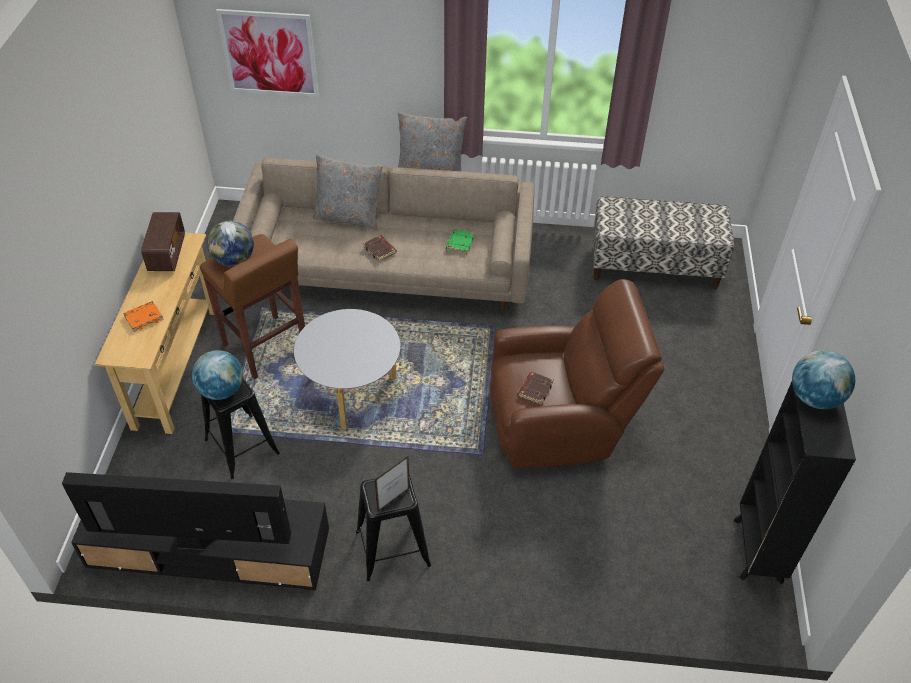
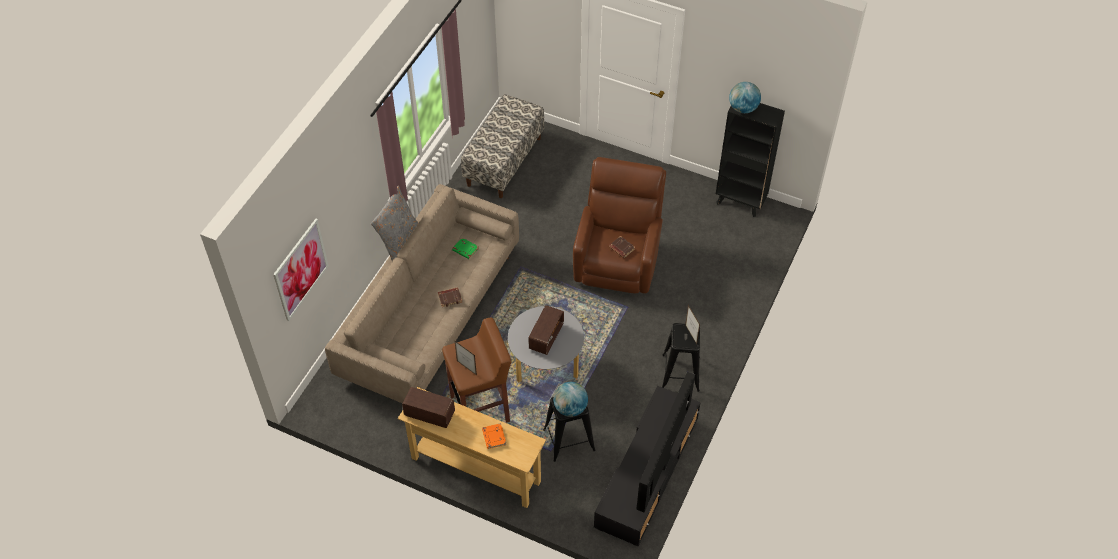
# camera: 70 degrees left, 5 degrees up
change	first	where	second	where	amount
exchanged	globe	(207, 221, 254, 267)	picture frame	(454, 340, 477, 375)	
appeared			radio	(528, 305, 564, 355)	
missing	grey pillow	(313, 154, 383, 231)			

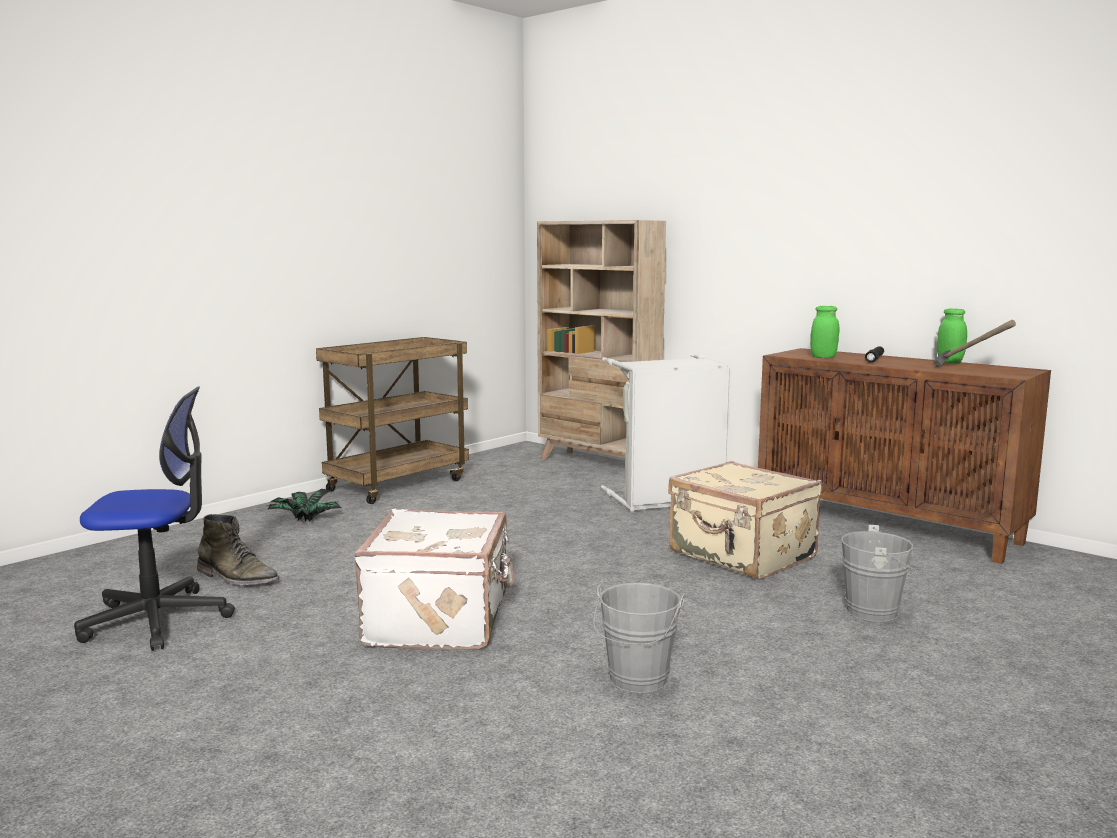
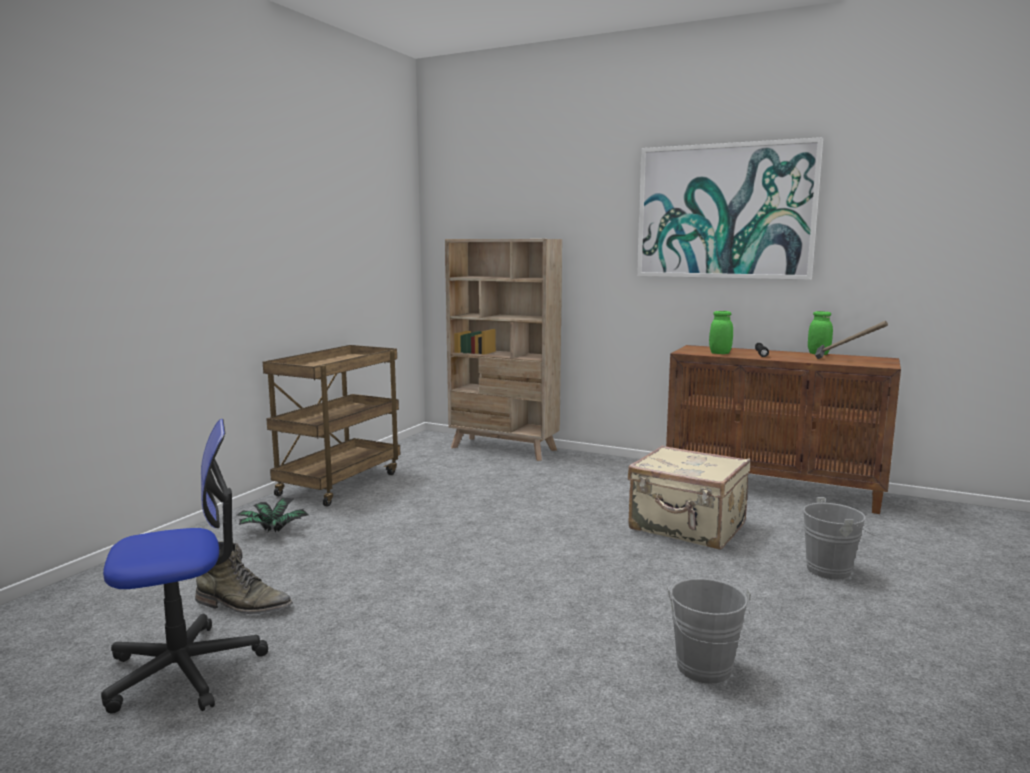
# camera: 15 degrees left, 0 degrees up
change	first	where	second	where	amount
appeared			picture	(637, 137, 823, 280)	
missing	white suitcase	(354, 509, 515, 650)			
missing	grey laundry basket	(601, 354, 732, 511)			

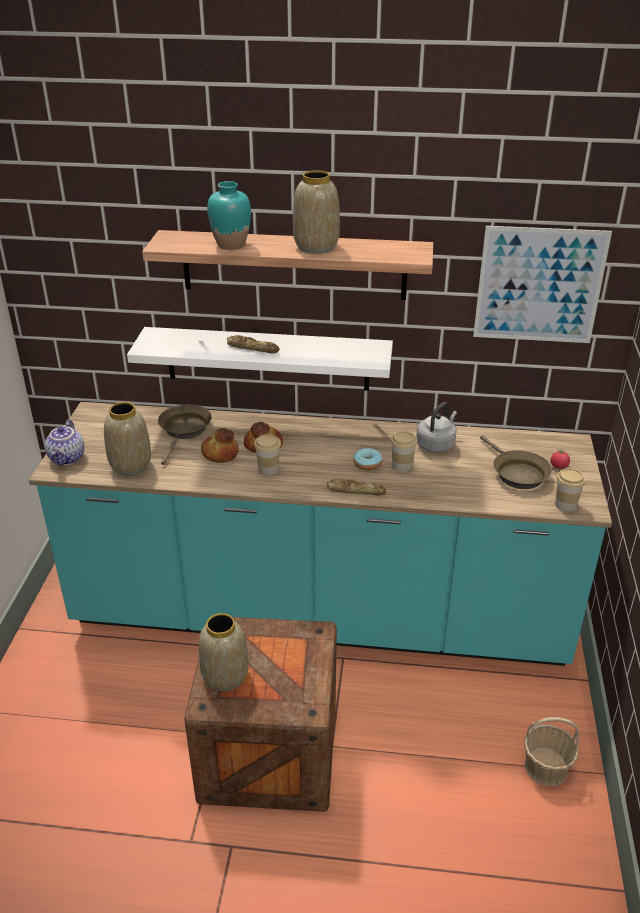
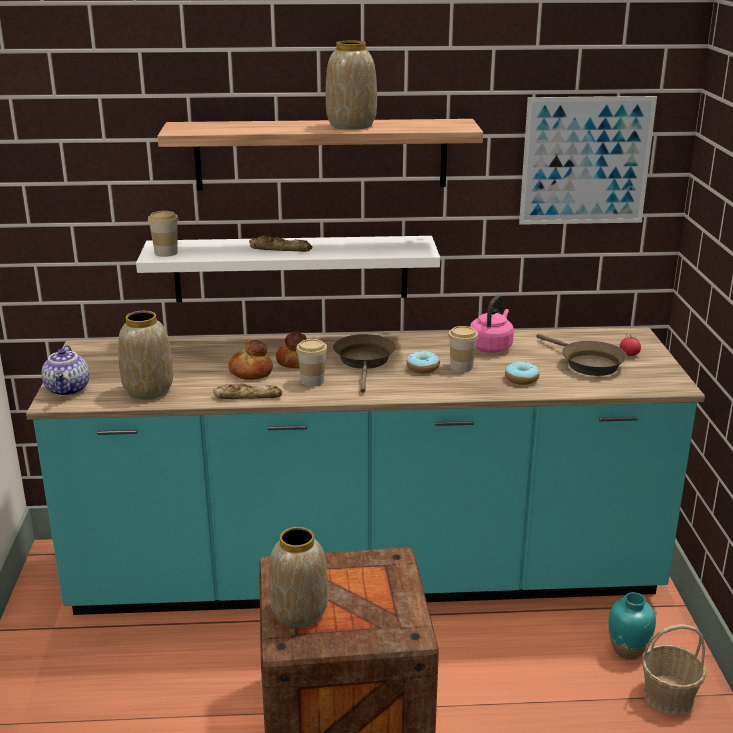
# camera: 10 degrees left, 10 degrees down
change	first	where	second	where	amount
relocated	cup	(555, 468, 586, 512)		(148, 211, 179, 257)	
relocated	bread	(327, 479, 386, 495)		(213, 384, 283, 399)	
relocated	brown frying pan	(158, 405, 212, 465)		(333, 334, 396, 393)	
colour	grey kettle	(416, 402, 457, 453)	pink kettle	(470, 295, 514, 353)	
appeared			donut	(505, 361, 540, 385)	
relocated	turquoise vase	(207, 181, 251, 250)		(608, 592, 656, 660)	

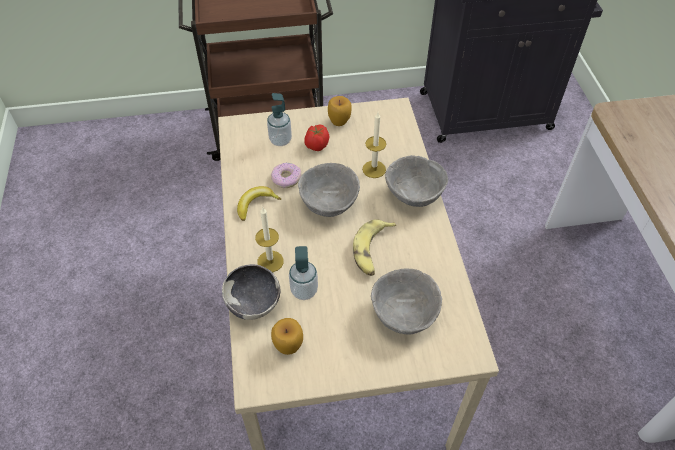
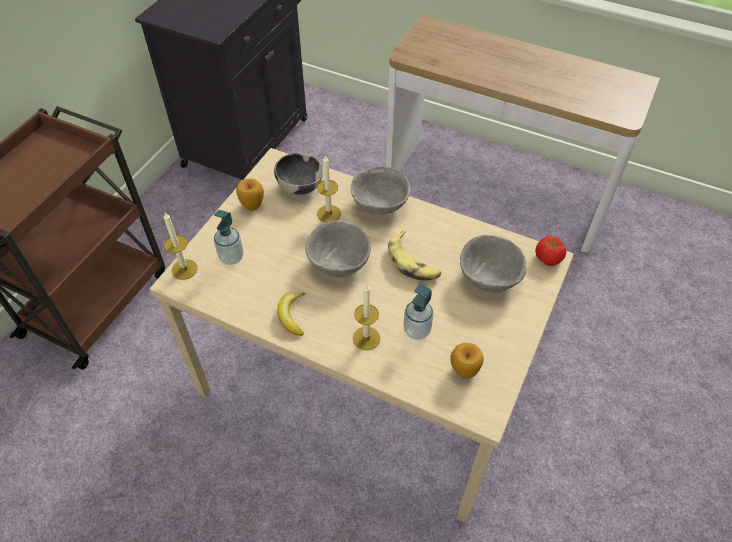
# camera: 55 degrees left, 0 degrees up
change	first	where	second	where	amount
appeared			candle	(164, 213, 198, 280)	
relocated	bowl	(222, 264, 280, 320)		(274, 153, 324, 195)	
relocated	tomato	(304, 125, 329, 151)		(535, 236, 567, 266)	
missing	donut	(271, 162, 301, 188)			

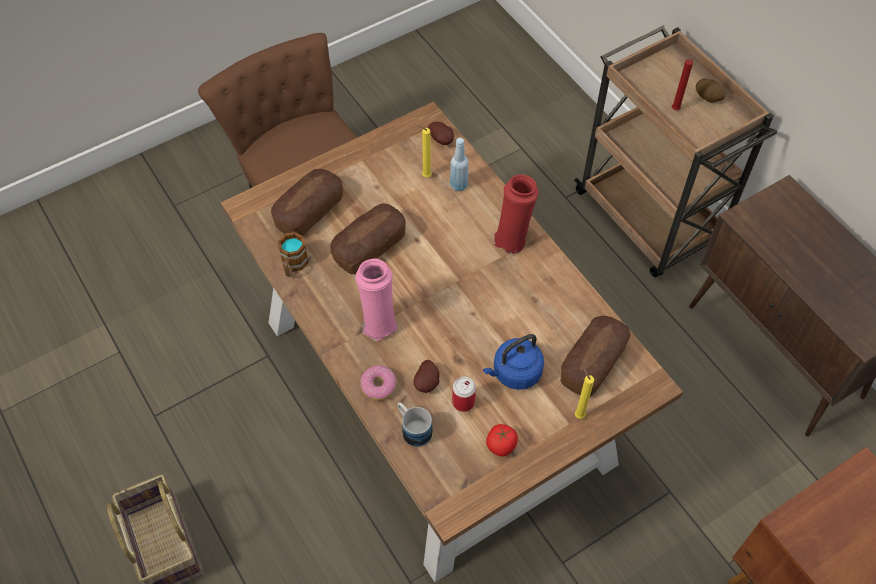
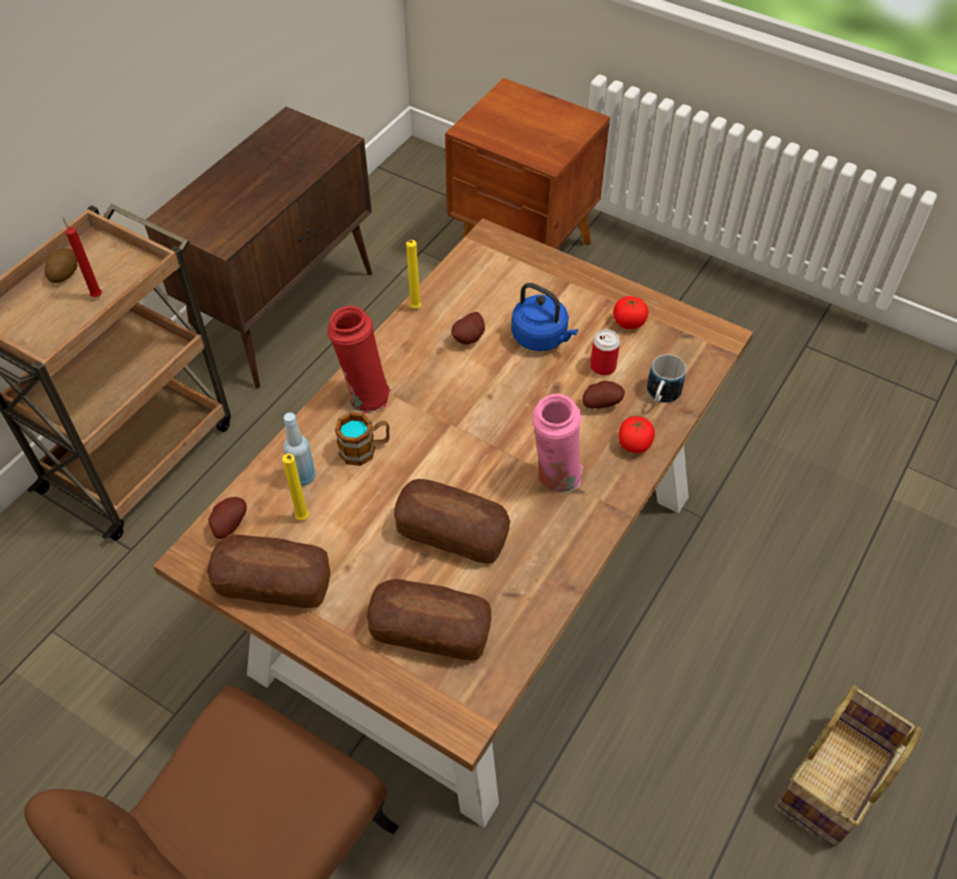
# camera: 115 degrees left, 5 degrees down
change	first	where	second	where	amount
relocated	bread	(560, 316, 631, 397)		(207, 535, 330, 608)	
relocated	mug	(278, 232, 308, 277)		(335, 412, 389, 466)	
relocated	yellow candle	(575, 369, 594, 419)		(406, 240, 421, 309)	
appeared			potato	(451, 312, 485, 345)	
exchanged	donut	(360, 365, 397, 401)	tomato	(618, 417, 655, 453)	

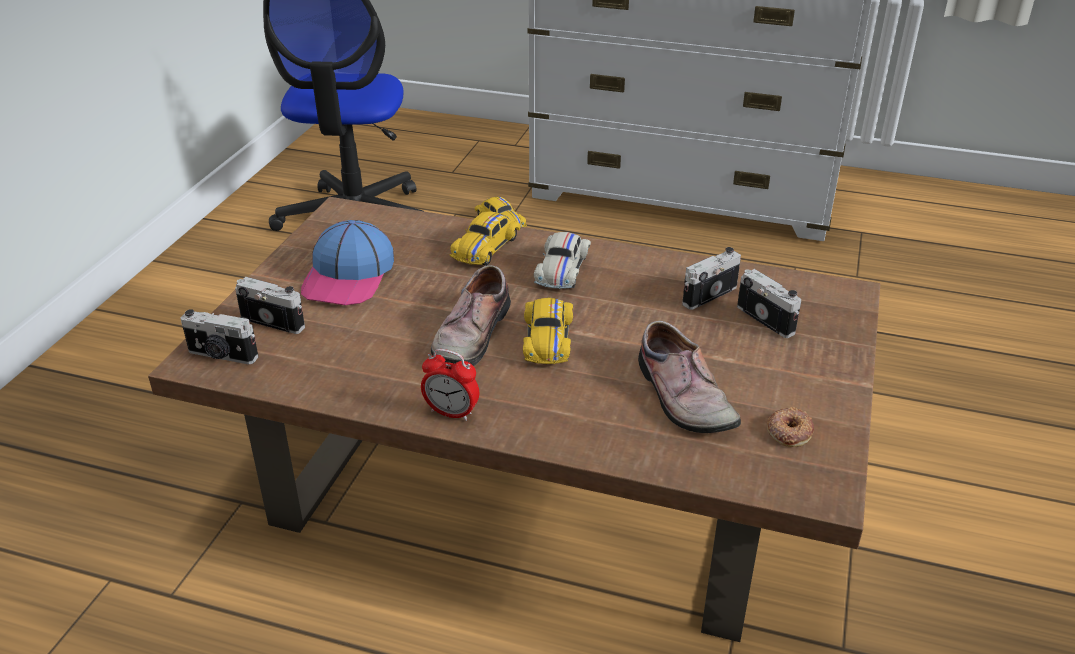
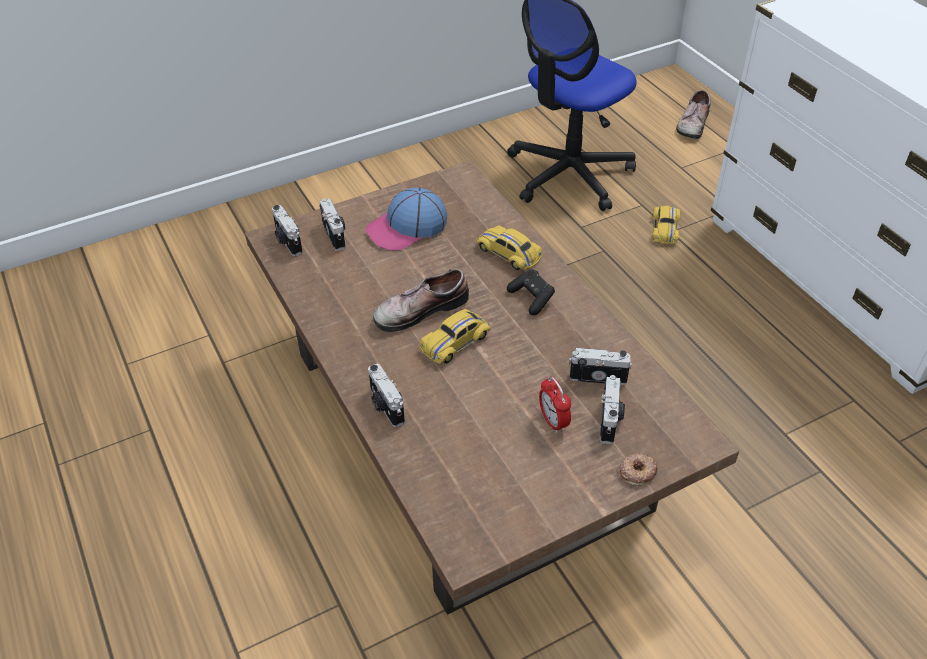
# camera: 45 degrees right, 10 degrees up
change	first	where	second	where	amount
appeared			photo camera	(368, 363, 405, 427)	
spun	yellow toy car	(450, 211, 521, 266)		(476, 226, 542, 270)	60 degrees clockwise
exchanged	white toy car	(534, 232, 591, 289)	black game controller	(507, 270, 555, 315)	
relocated	alarm clock	(421, 349, 479, 421)		(539, 377, 571, 433)	
relocated	donut	(767, 407, 814, 447)		(620, 453, 657, 486)	
relocated	shoe	(638, 321, 741, 433)		(676, 90, 711, 139)	

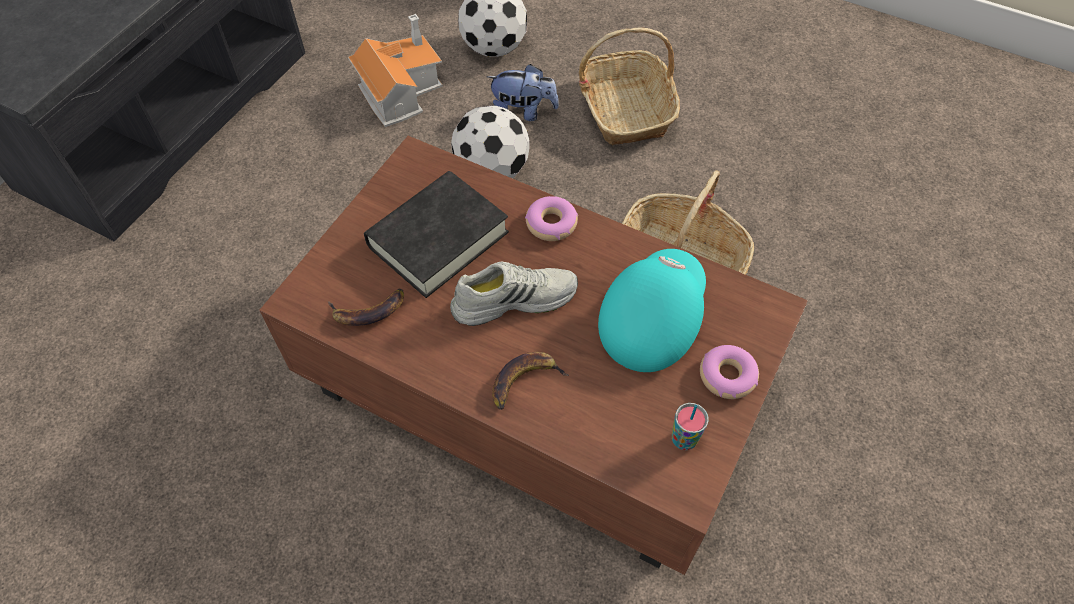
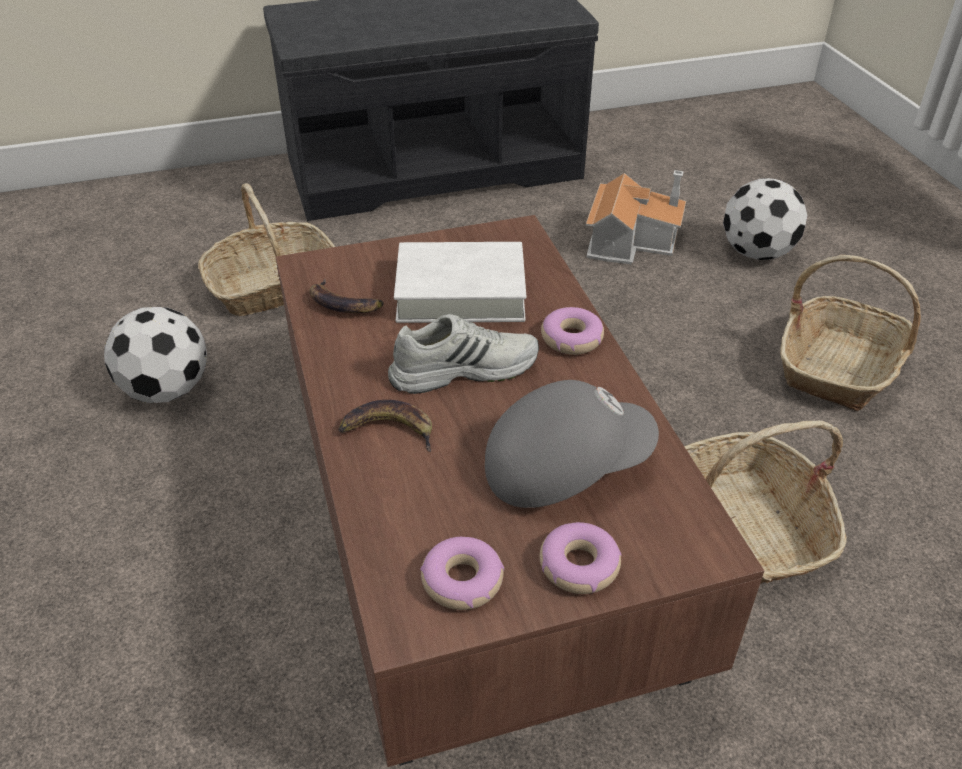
# camera: 45 degrees right, 15 degrees down
change	first	where	second	where	amount
relocated	football	(451, 105, 530, 178)		(104, 307, 207, 403)	
appeared			basket	(198, 183, 335, 316)	
spun	white shoe	(450, 261, 578, 326)		(388, 314, 539, 394)	45 degrees counterclockwise
colour	black book	(364, 171, 509, 298)	white book	(394, 242, 527, 323)	
exchanged	cup	(672, 403, 709, 450)	donut	(420, 537, 504, 610)	
colour	turquoise cap	(598, 249, 706, 372)	grey cap	(485, 380, 659, 508)	
missing	plush toy	(487, 64, 559, 121)			

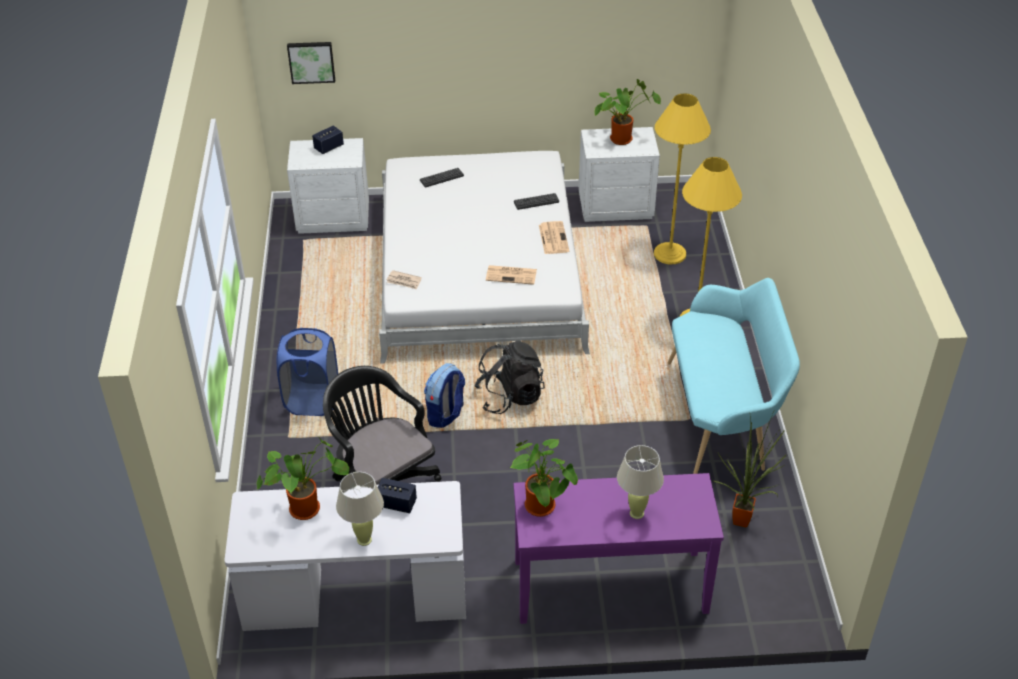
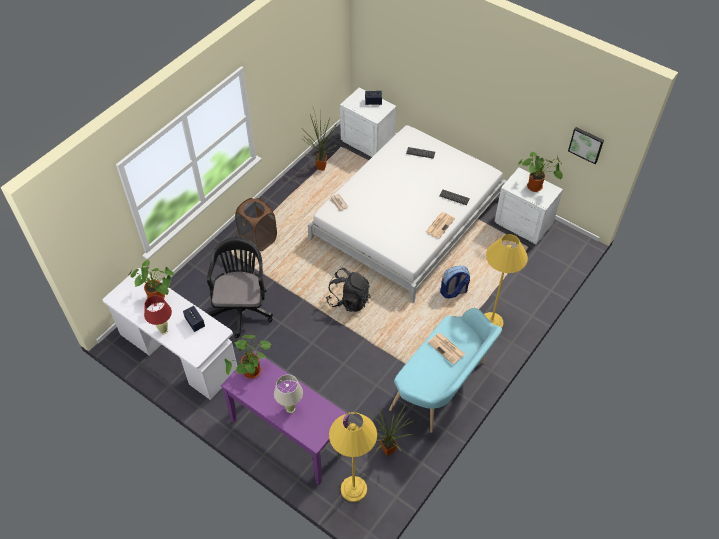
# camera: 40 degrees right, 10 degrees up
change	first	where	second	where	amount
colour	beige table lamp	(336, 472, 384, 546)	red table lamp	(144, 295, 172, 334)	
colour	blue laundry basket	(277, 328, 338, 416)	brown laundry basket	(235, 198, 277, 251)	
appeared			potted plant	(303, 108, 337, 171)	
relocated	yellow floor lamp	(654, 93, 711, 264)		(329, 412, 377, 502)	
relocated	newspaper	(486, 265, 537, 285)		(428, 333, 465, 365)	
relocated	backpack	(424, 363, 465, 428)		(440, 266, 470, 298)	
relocated	picture	(287, 42, 335, 84)		(568, 127, 604, 164)	

